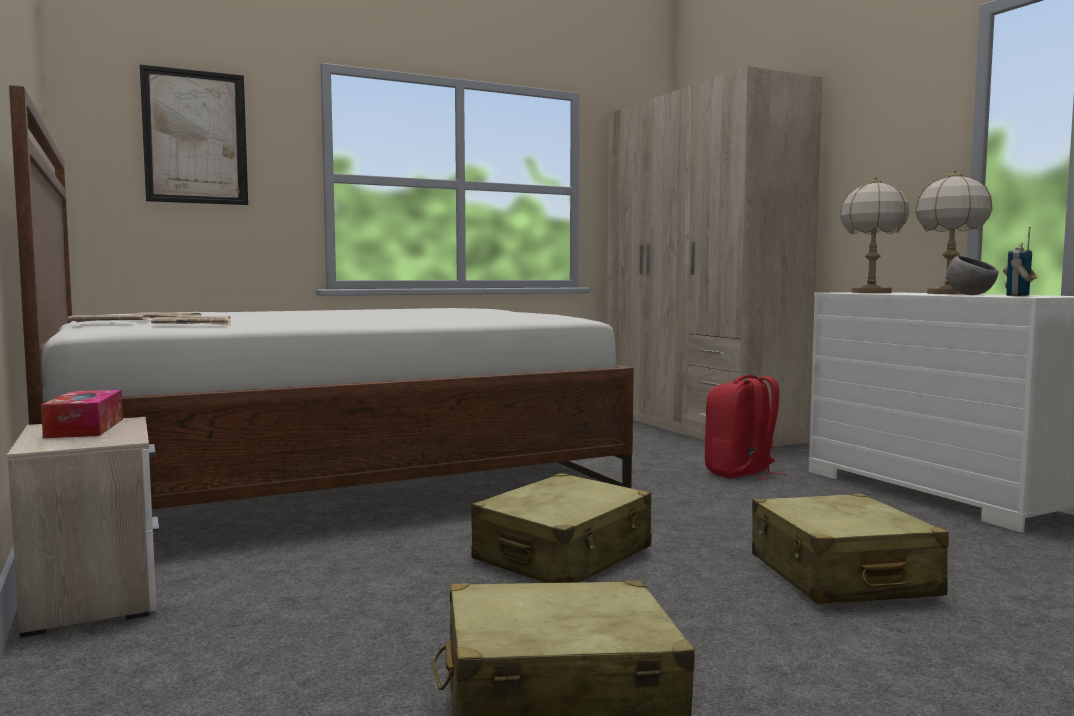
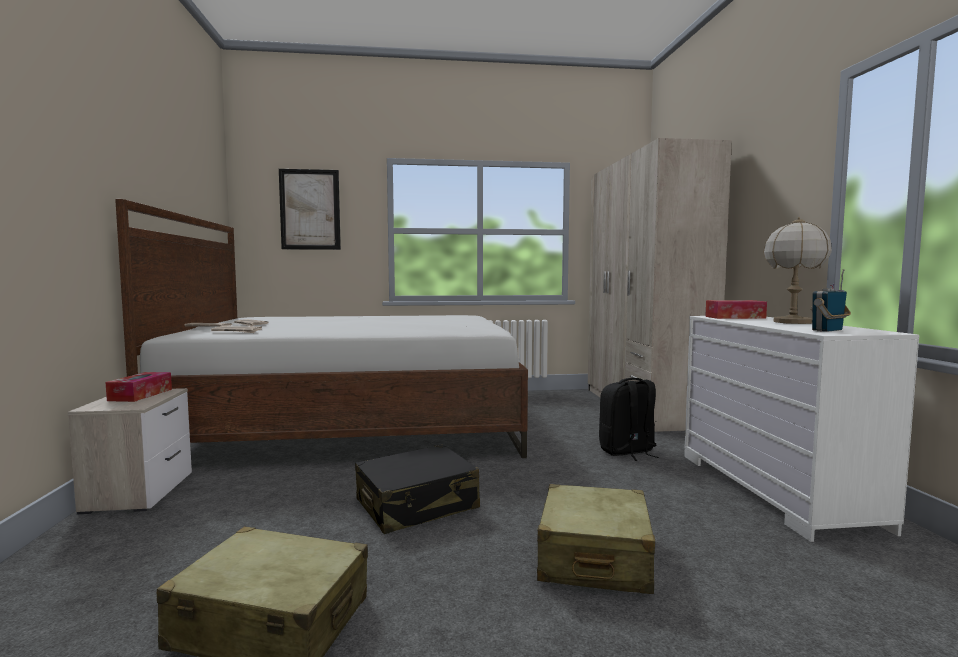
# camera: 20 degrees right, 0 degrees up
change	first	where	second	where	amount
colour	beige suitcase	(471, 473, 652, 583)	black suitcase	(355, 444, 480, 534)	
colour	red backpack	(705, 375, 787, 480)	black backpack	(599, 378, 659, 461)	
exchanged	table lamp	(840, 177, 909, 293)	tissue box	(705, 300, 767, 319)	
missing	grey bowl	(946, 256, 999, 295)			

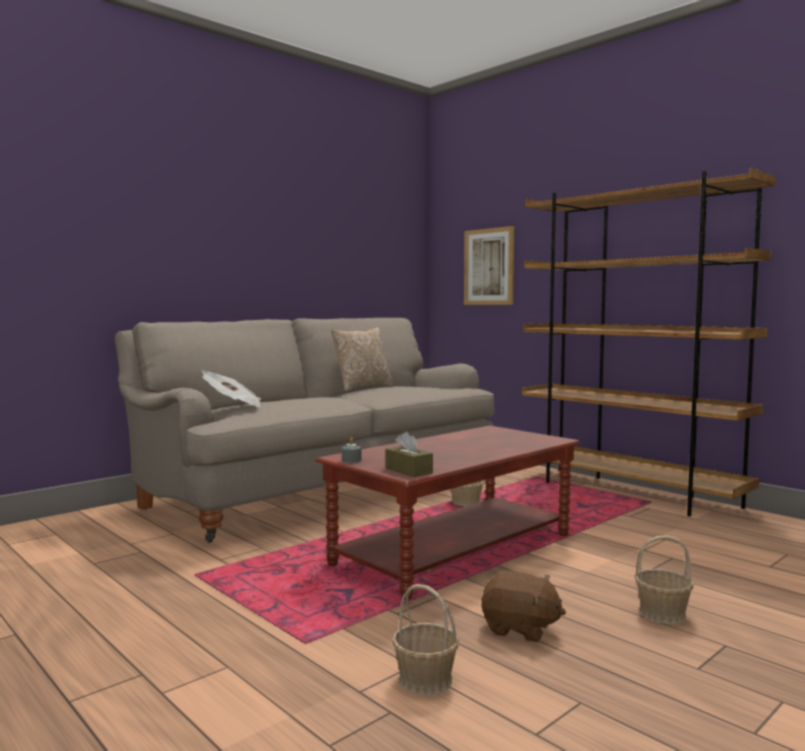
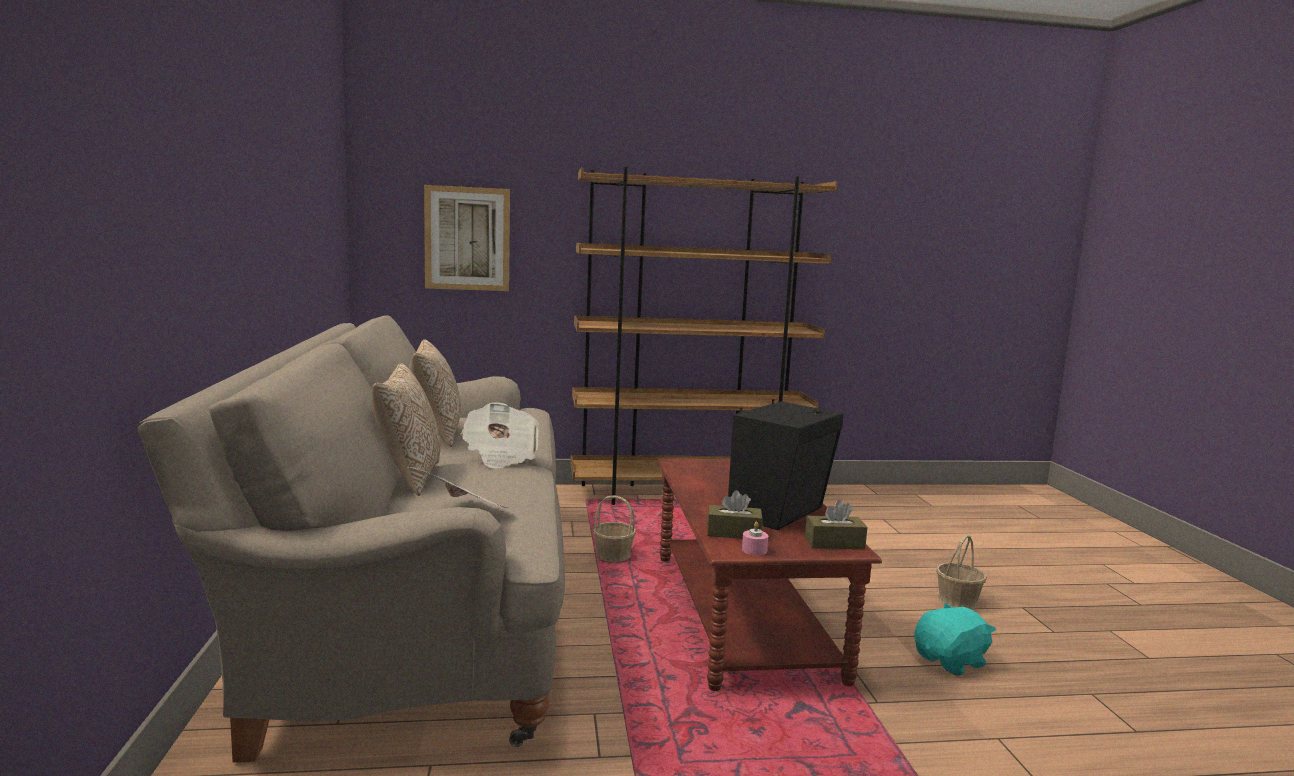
# camera: 55 degrees left, 5 degrees up
change	first	where	second	where	amount
appeared			pillow	(371, 363, 440, 496)	
appeared			newspaper	(461, 402, 539, 468)	
appeared			brown tissue box	(707, 490, 763, 539)	
appeared			black speaker	(728, 399, 844, 530)	
colour	grey candle	(342, 437, 361, 463)	pink candle	(742, 521, 768, 555)	
colour	brown plush toy	(482, 571, 566, 642)	turquoise plush toy	(914, 603, 996, 676)	
missing	basket	(392, 584, 459, 695)			

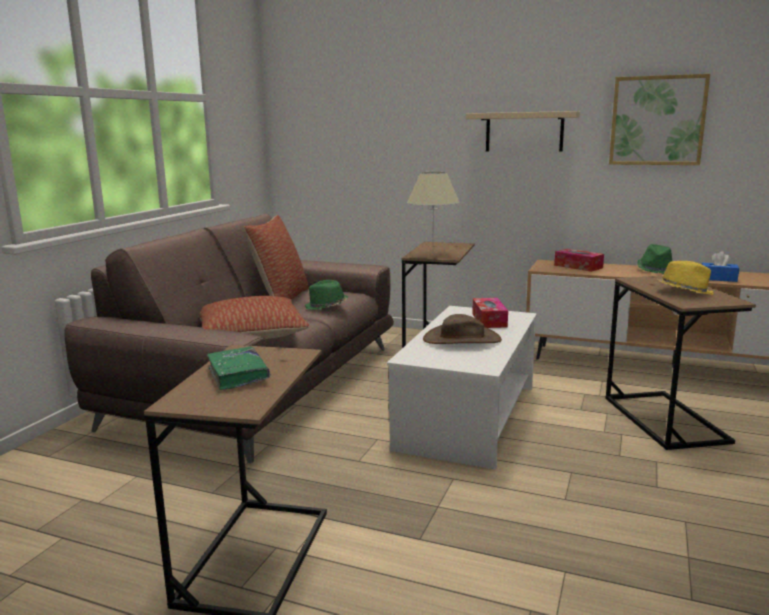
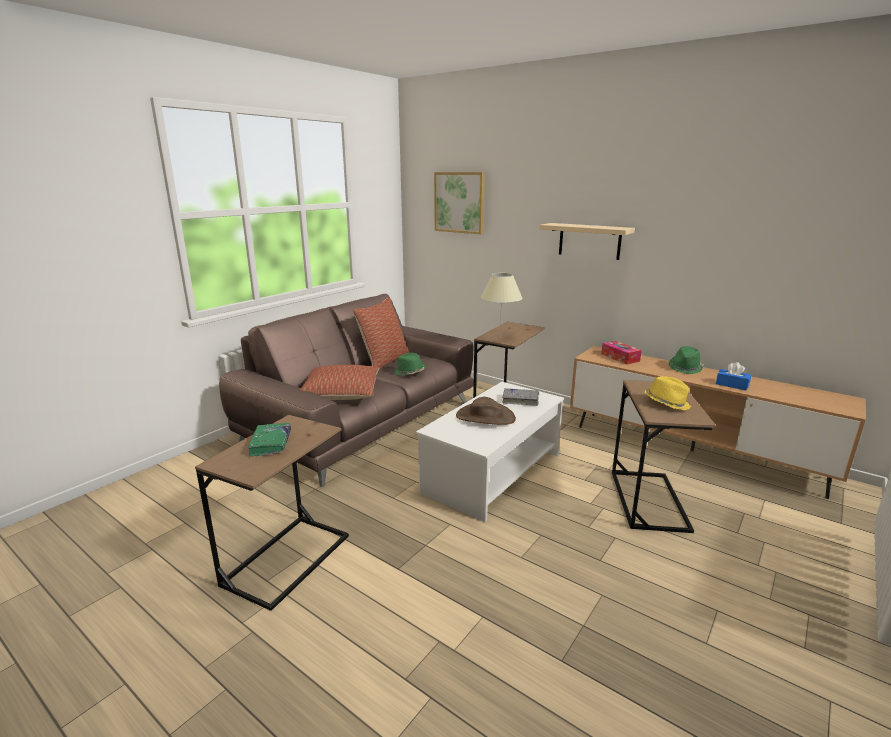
# camera: 15 degrees right, 5 degrees up
change	first	where	second	where	amount
relocated	picture	(609, 74, 710, 165)		(434, 172, 485, 234)	
exchanged	tissue box	(472, 298, 508, 328)	grey book	(502, 388, 539, 406)	

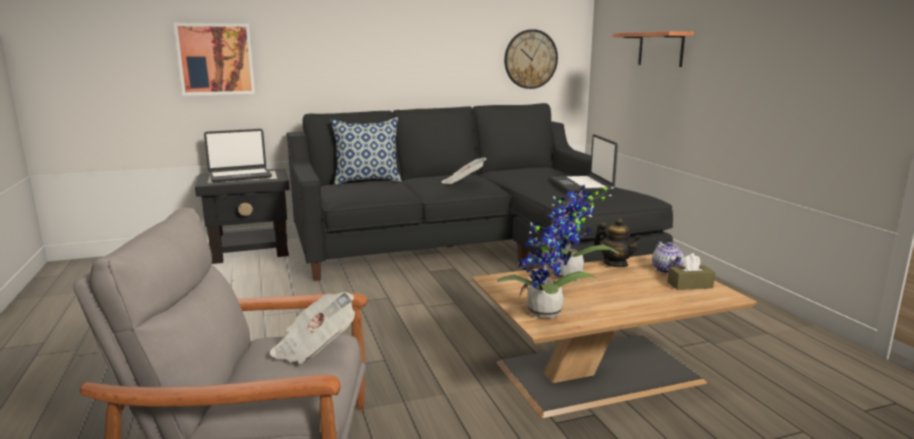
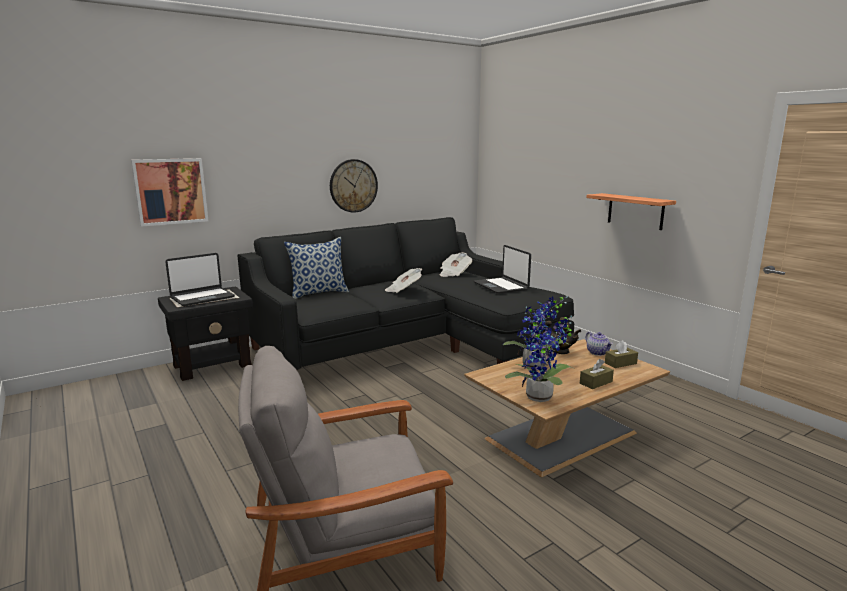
# camera: 15 degrees left, 0 degrees up
change	first	where	second	where	amount
relocated	wall clock	(504, 29, 558, 89)		(330, 159, 378, 213)	
relocated	newspaper	(270, 292, 355, 364)		(440, 252, 472, 277)	
appeared			brown tissue box	(580, 359, 614, 389)	
relocated	shelf	(613, 31, 694, 67)		(586, 193, 676, 230)	

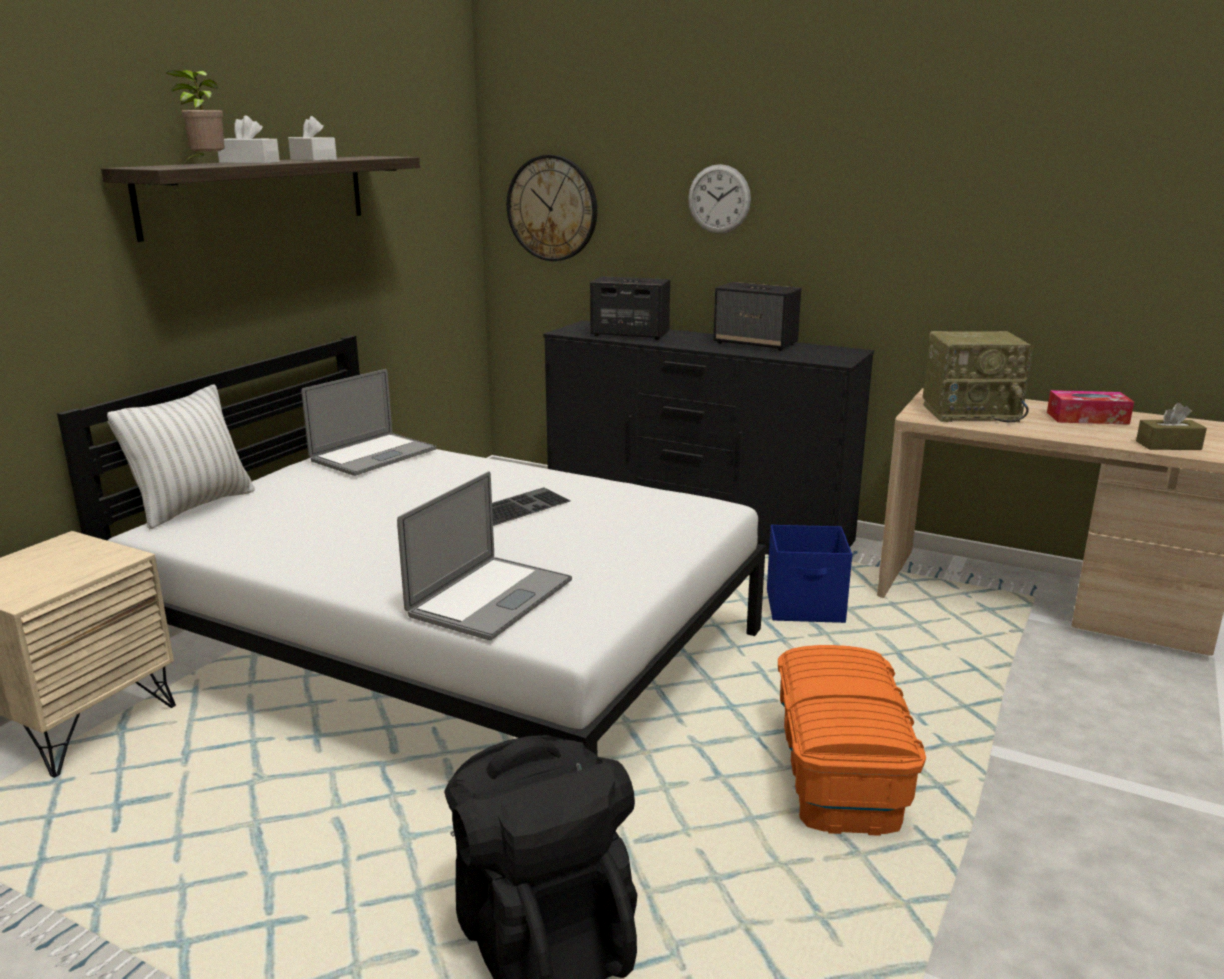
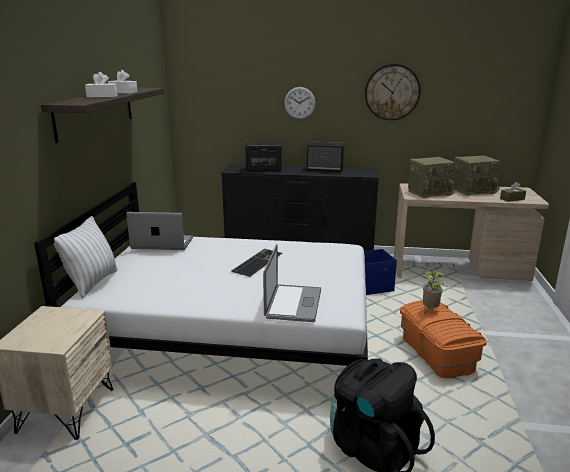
# camera: 20 degrees left, 0 degrees up
change	first	where	second	where	amount
spun	laptop	(301, 369, 437, 476)		(126, 212, 193, 250)	105 degrees counterclockwise
relocated	wall clock	(507, 155, 597, 261)		(365, 64, 421, 121)	
relocated	potted plant	(166, 70, 225, 164)		(423, 270, 444, 314)	
exchanged	tissue box	(1047, 390, 1134, 425)	radio	(452, 155, 501, 196)	

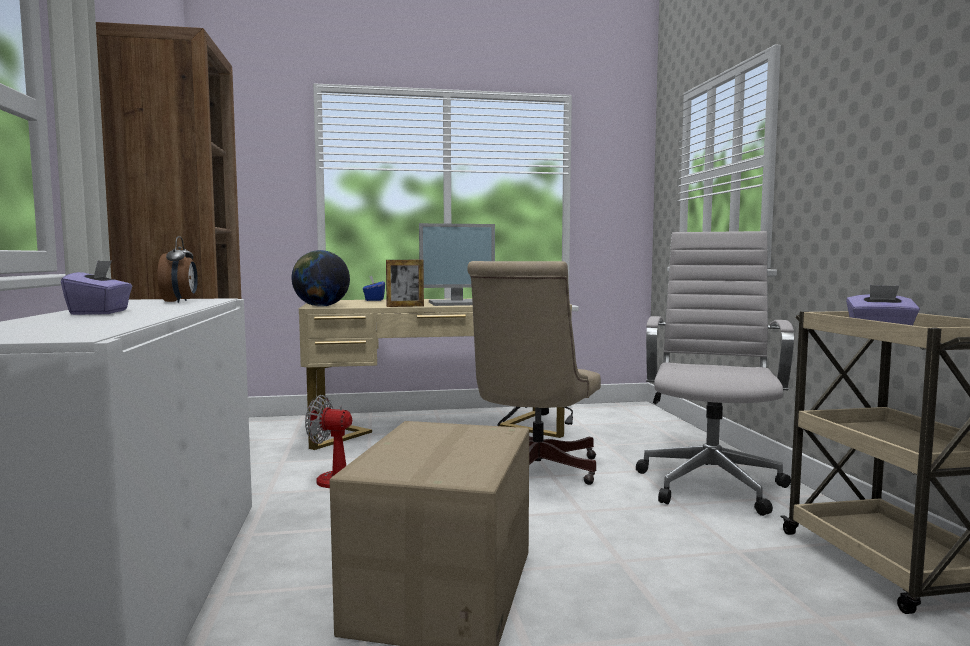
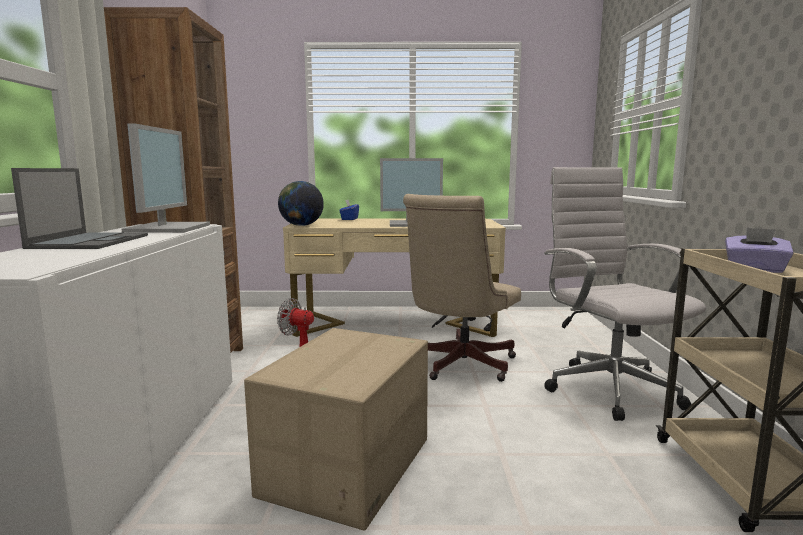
# camera: 10 degrees right, 5 degrees up
change	first	where	second	where	amount
exchanged	purple tissue box	(61, 260, 132, 315)	laptop	(11, 168, 148, 249)	
exchanged	alarm clock	(157, 236, 198, 303)	monitor	(122, 123, 210, 233)	
spun	white office chair	(636, 231, 794, 516)		(544, 167, 706, 421)	45 degrees counterclockwise
missing	picture frame	(386, 260, 424, 307)			

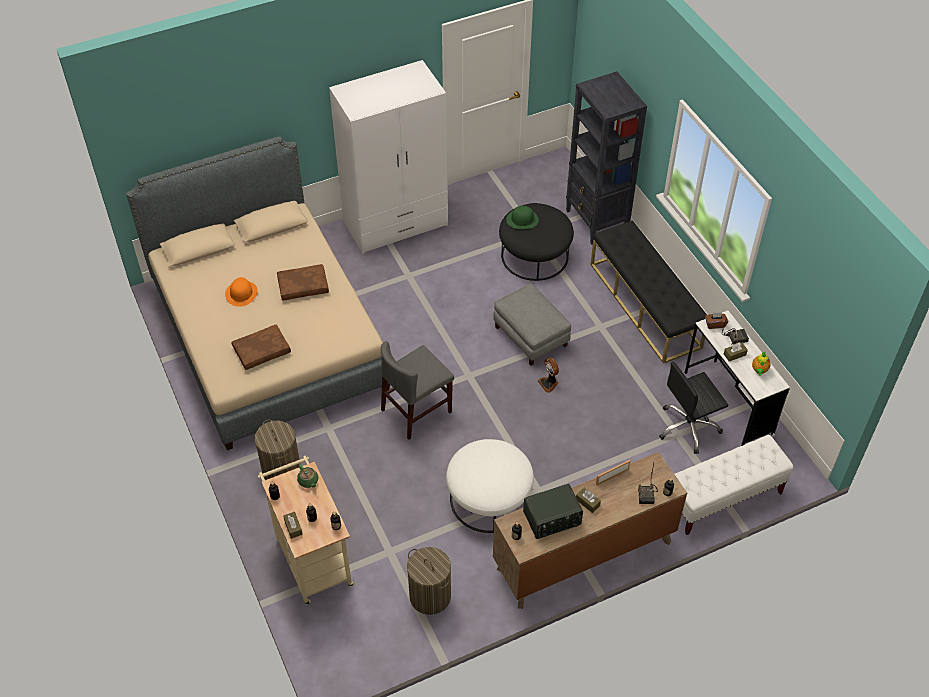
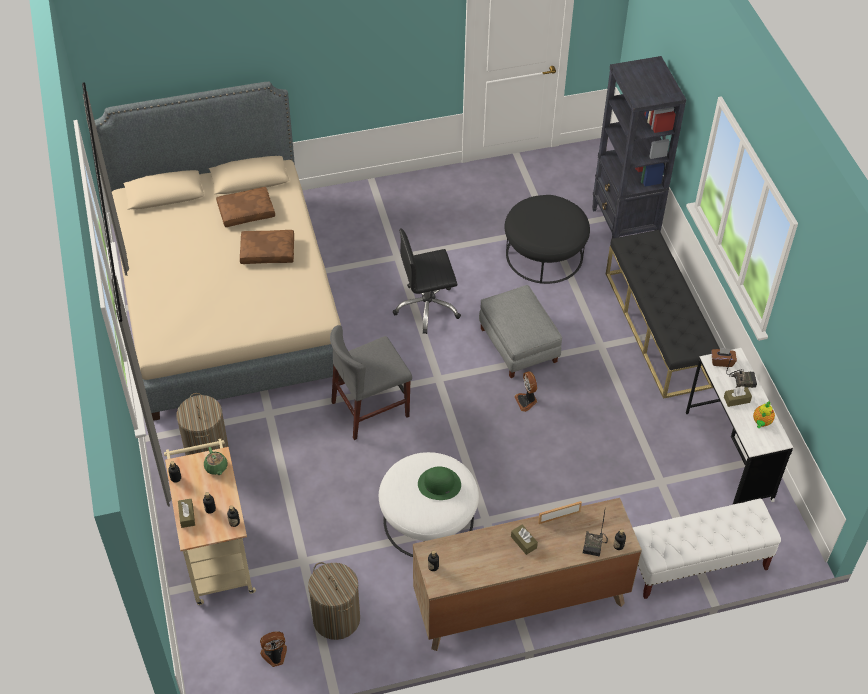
# camera: 10 degrees right, 0 degrees up
change	first	where	second	where	amount
relocated	brown pillow	(231, 324, 291, 370)		(216, 187, 275, 227)	
appeared			fan	(260, 631, 287, 667)	
relocated	black office chair	(659, 362, 728, 454)		(393, 229, 461, 334)	
relocated	green hat	(506, 206, 539, 229)		(418, 466, 461, 500)	
missing	orange hat	(225, 277, 258, 307)			
missing	white wardrobe	(329, 60, 448, 254)			
missing	radio	(523, 484, 583, 539)			

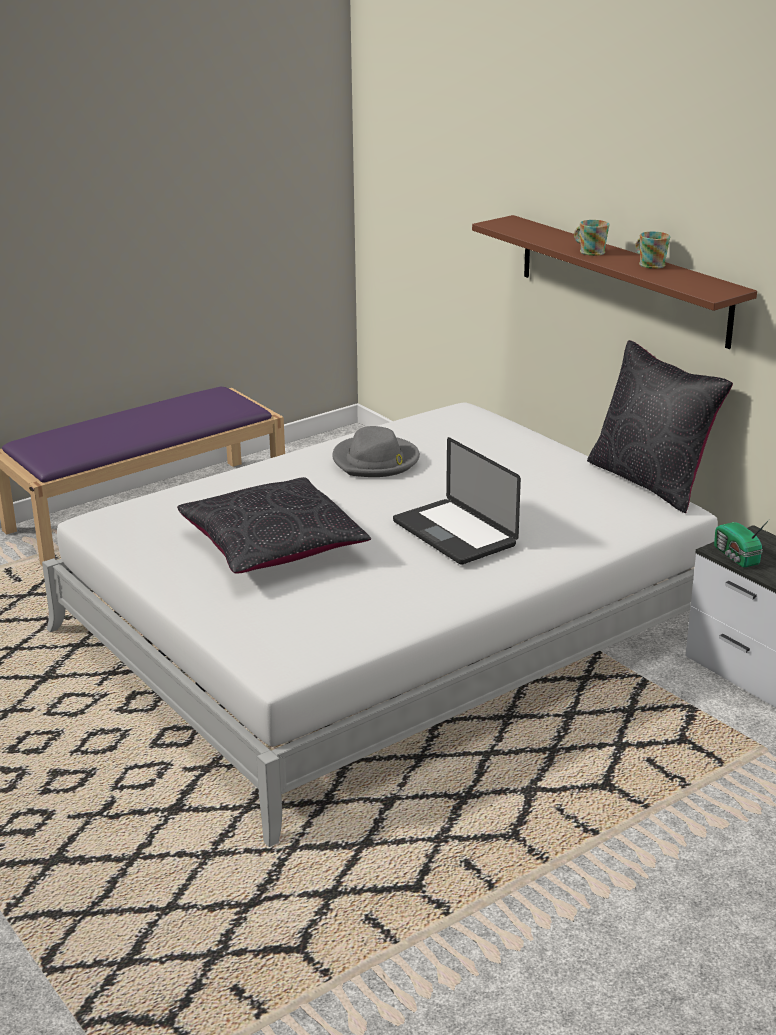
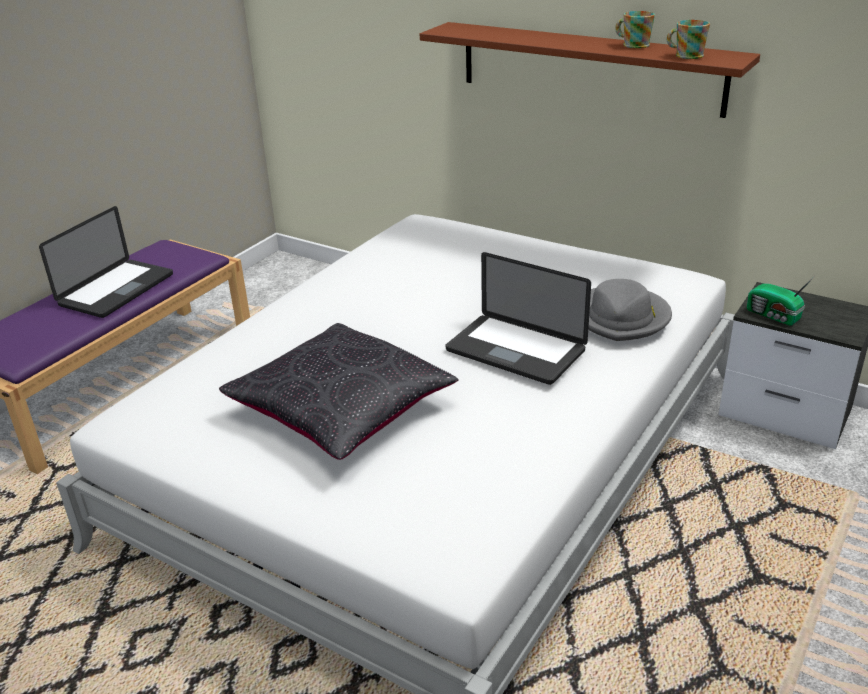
# camera: 20 degrees left, 5 degrees up
change	first	where	second	where	amount
appeared			laptop	(39, 206, 173, 318)	
relocated	grey hat	(332, 426, 420, 477)		(588, 279, 672, 341)	
relocated	mug	(574, 220, 609, 256)		(667, 20, 710, 59)	
missing	black pillow	(587, 340, 733, 513)			

